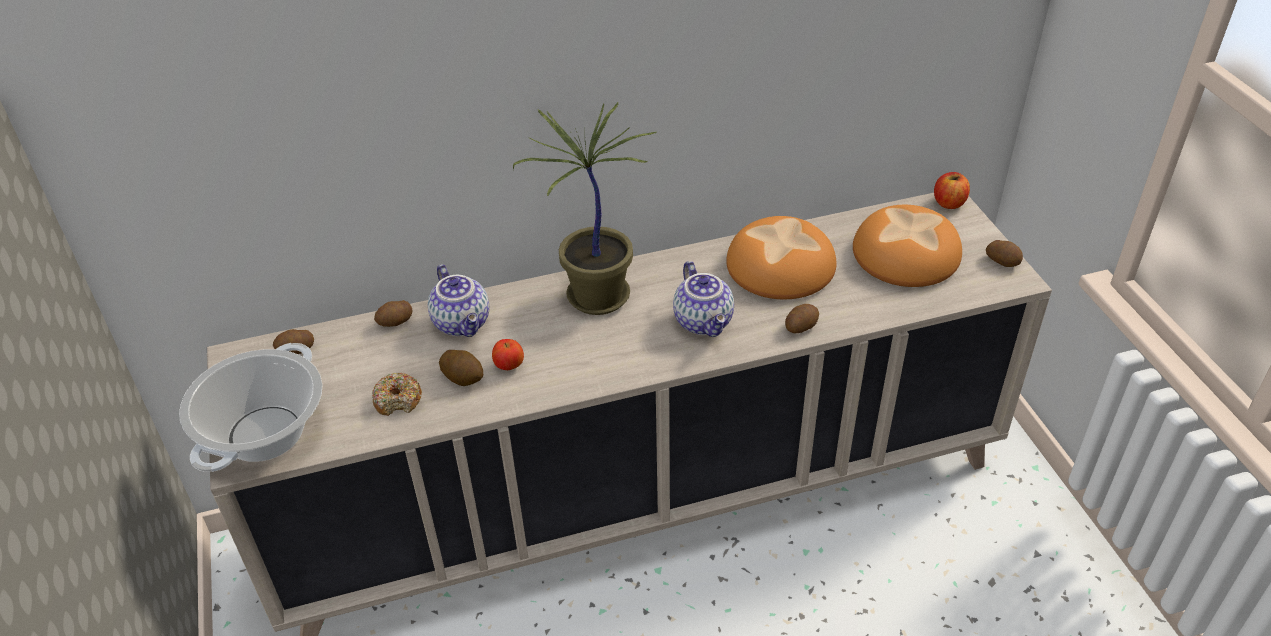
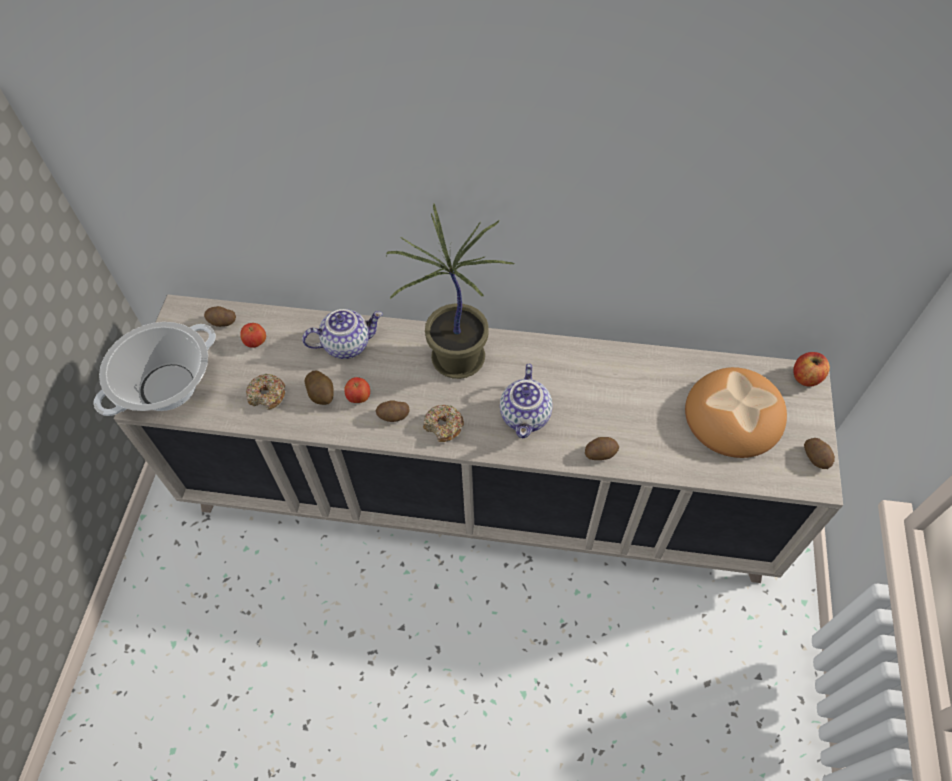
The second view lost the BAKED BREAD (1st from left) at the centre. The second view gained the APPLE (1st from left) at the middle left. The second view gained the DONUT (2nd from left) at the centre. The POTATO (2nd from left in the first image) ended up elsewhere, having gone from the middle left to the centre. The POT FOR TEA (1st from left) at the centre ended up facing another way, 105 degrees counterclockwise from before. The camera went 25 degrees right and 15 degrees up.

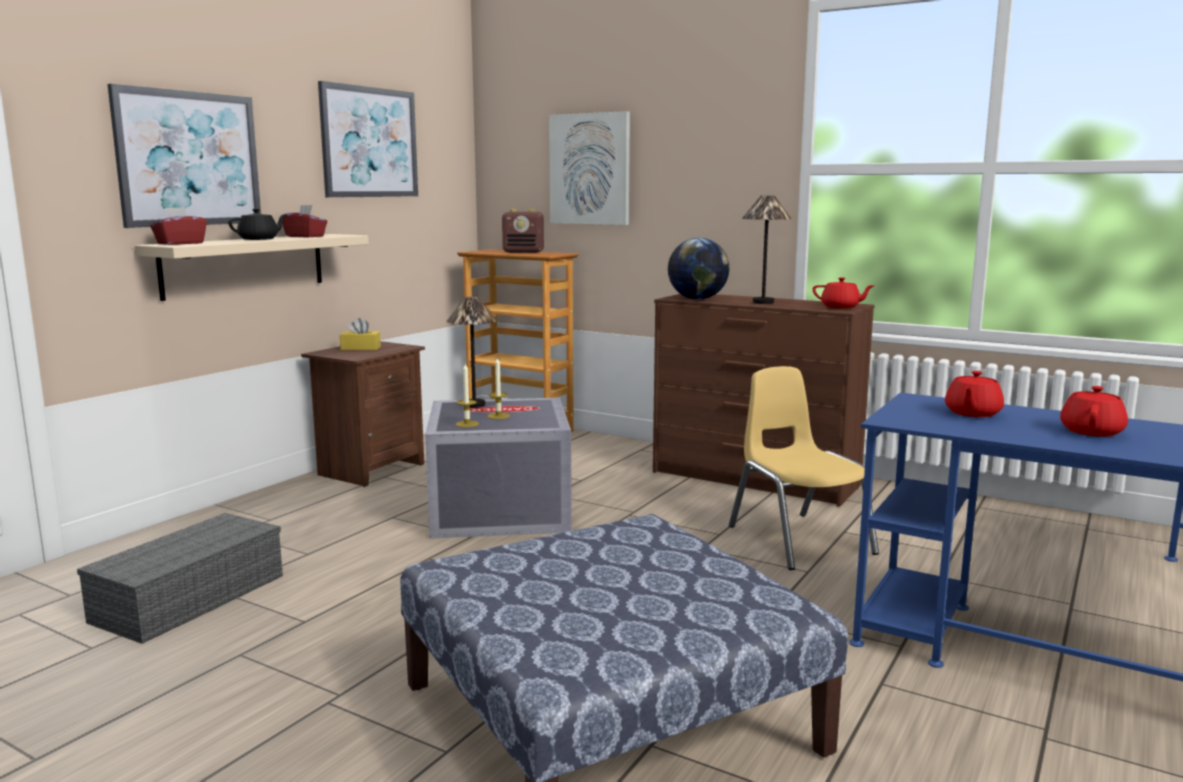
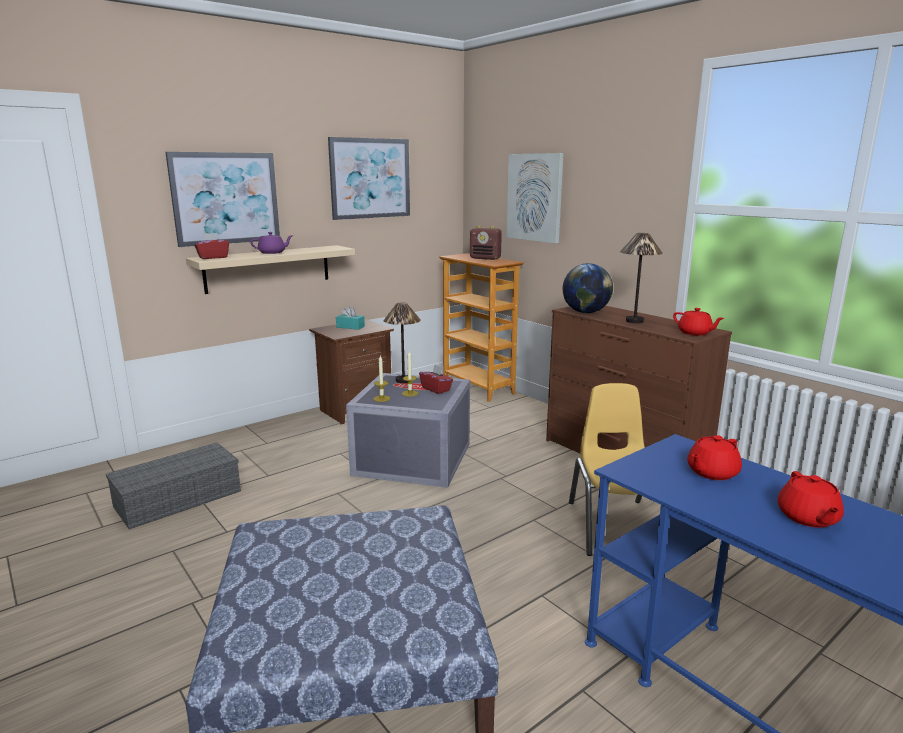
The RED-COLOURED TISSUE HOLDER (2nd from left) ended up elsewhere, having gone from the top left to the centre. What was the BLACK POT FOR TEA at the top left turned into the PURPLE-COLOURED POT FOR TEA at the top left. What was the YELLOW TISSUE HOLDER at the middle left turned into the TURQUOISE-COLOURED TISSUE HOLDER at the centre. The RED-COLOURED POT FOR TEA (3rd from left) at the middle right ended up facing another way, 135 degrees clockwise from before. The camera went 20 degrees right and 5 degrees up.

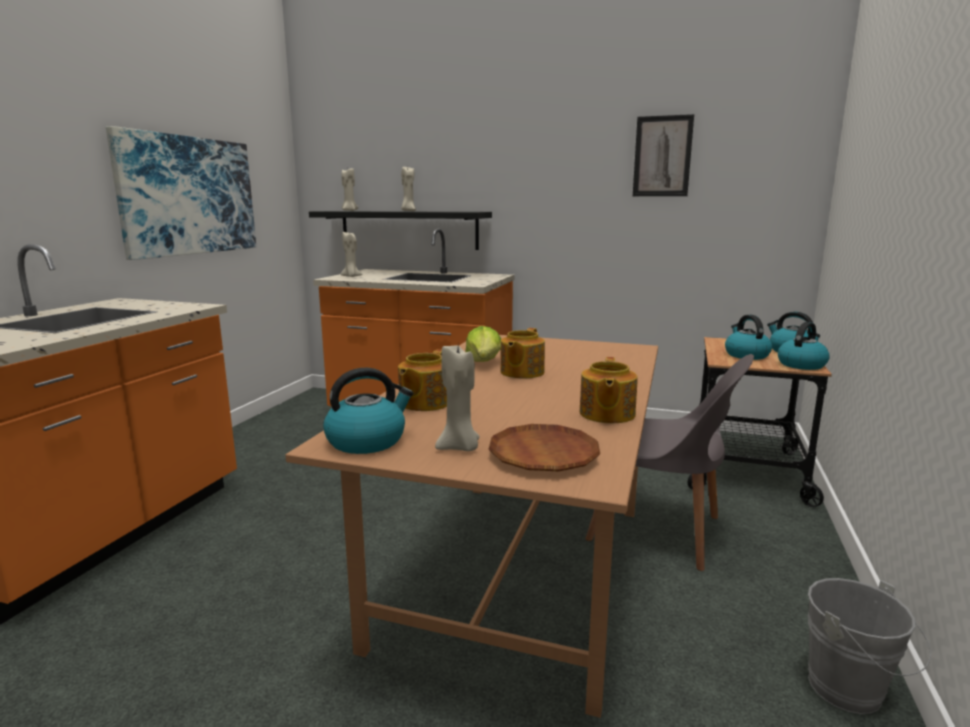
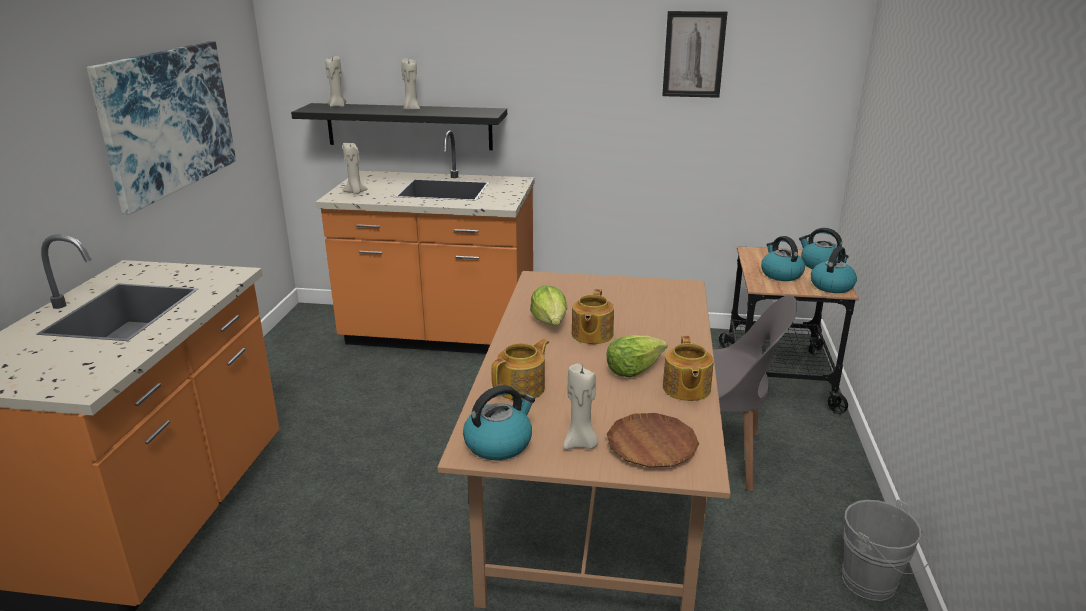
The second view gained the LETTUCE HEAD (2nd from left) at the centre. The POT FOR TEA (1st from left) at the centre ended up facing another way, 150 degrees counterclockwise from before. The camera went 10 degrees left and 10 degrees up.

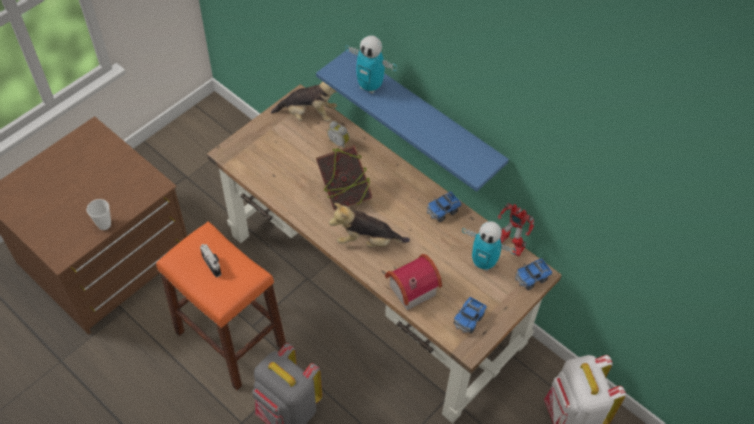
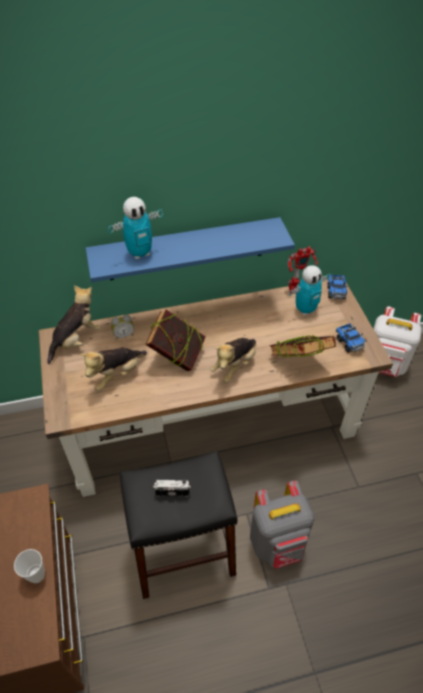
The second view lost the MODEL TRUCK (1st from left) at the centre. The second view gained the SOFT TOY (2nd from left) at the middle left. Where the MODEL HOUSE stood at the centre, the BOOK (2nd from left) came to stand at the middle right. What was the ORANGE-COLOURED STOOL SEAT at the bottom left turned into the BLACK STOOL SEAT at the bottom centre. The camera went 55 degrees left and 5 degrees down.

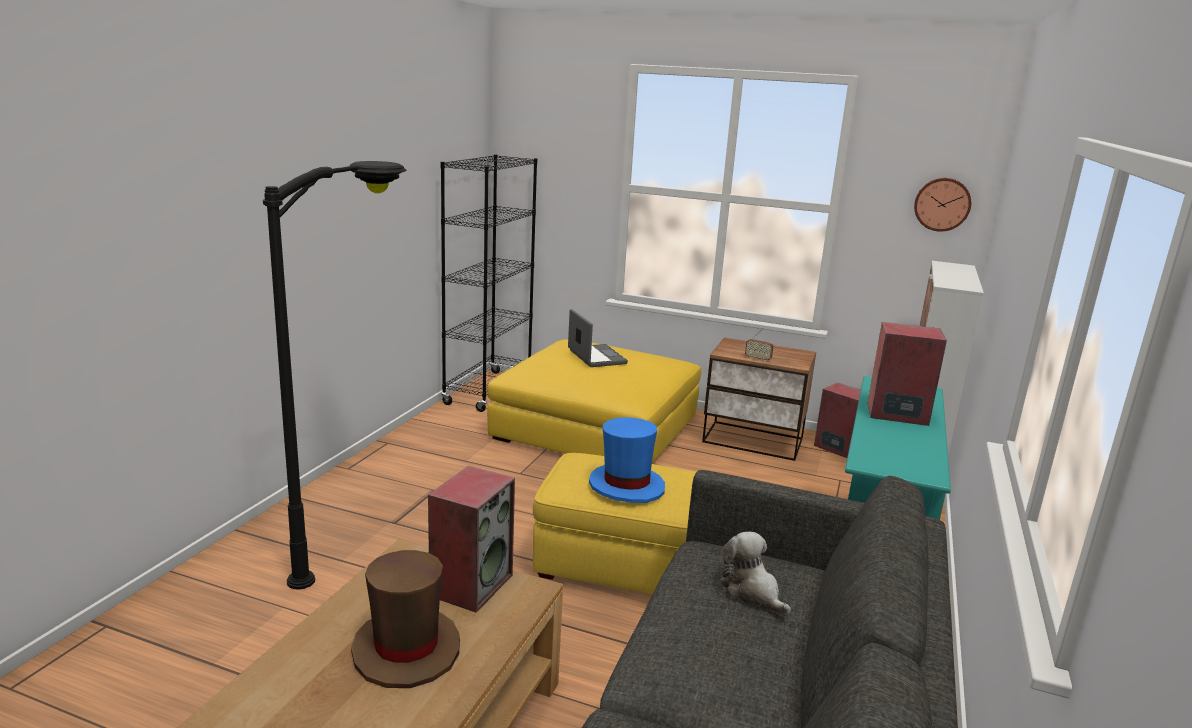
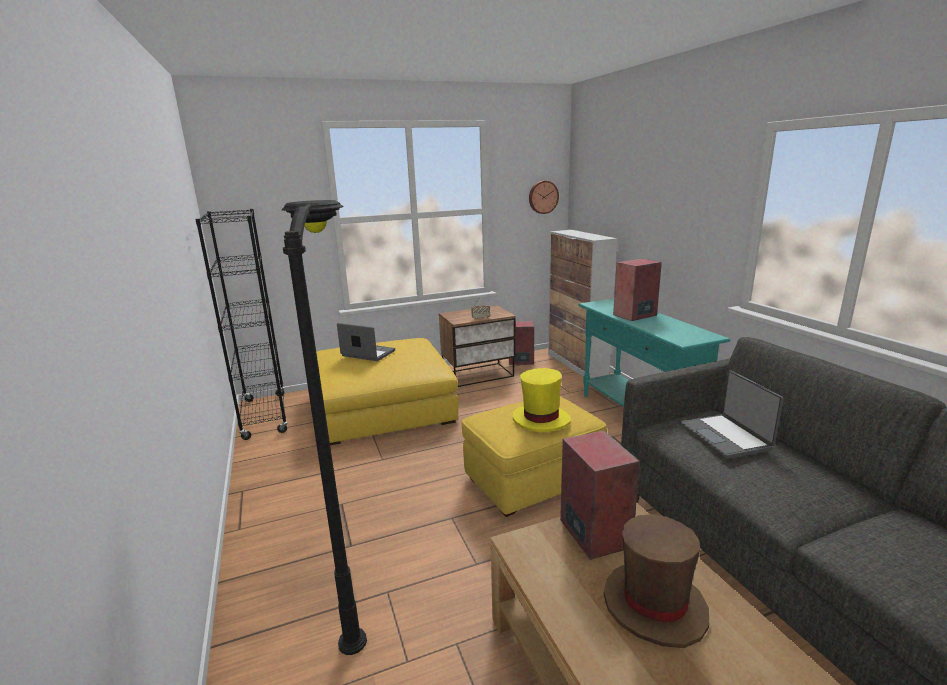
Where the SOFT TOY stood at the bottom centre, the NOTEBOOK COMPUTER (2nd from left) came to stand at the middle right. What was the BLUE-COLOURED WEARABLE HAT at the centre turned into the YELLOW WEARABLE HAT at the centre. The camera went 40 degrees left and 0 degrees up.

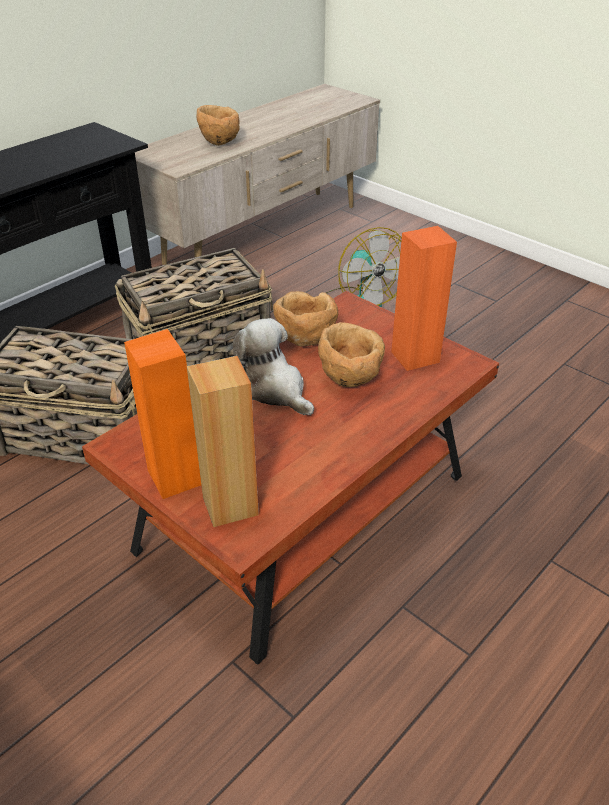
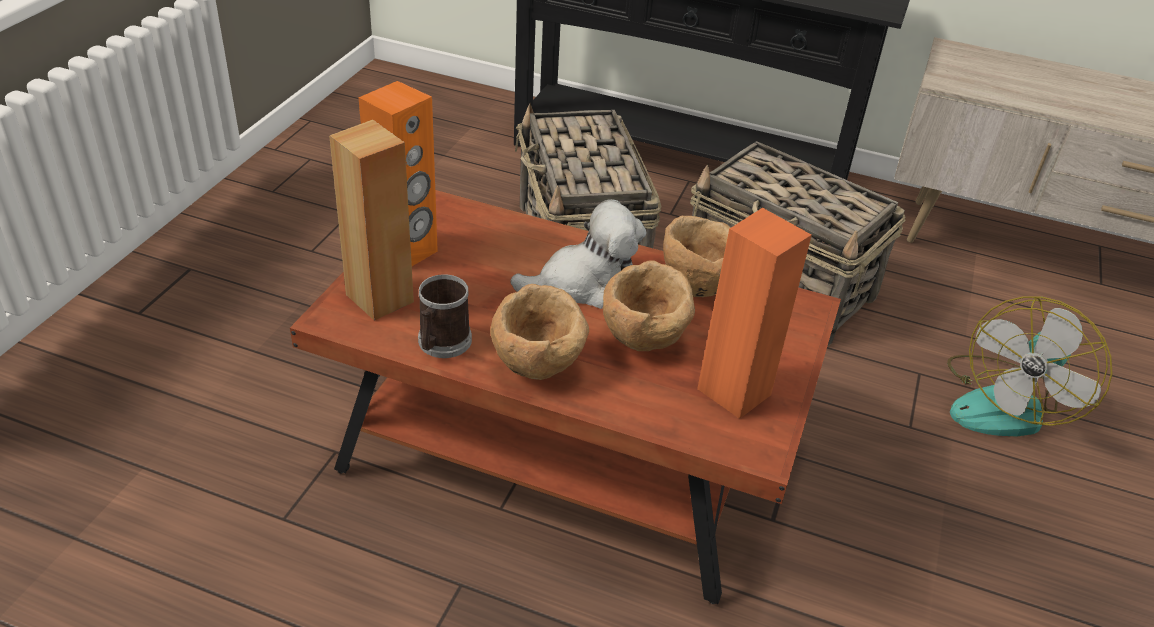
The second view gained the MUG at the centre. The BROWN-COLOURED SERVING BOWL (1st from left) ended up elsewhere, having gone from the top centre to the centre. The SOFT TOY at the centre ended up facing another way, 45 degrees clockwise from before. The camera went 65 degrees right and 0 degrees up.

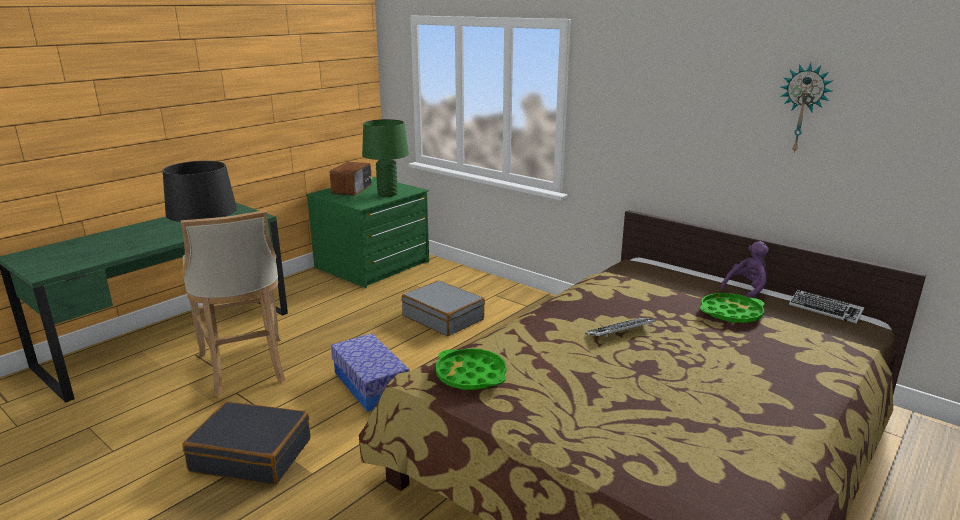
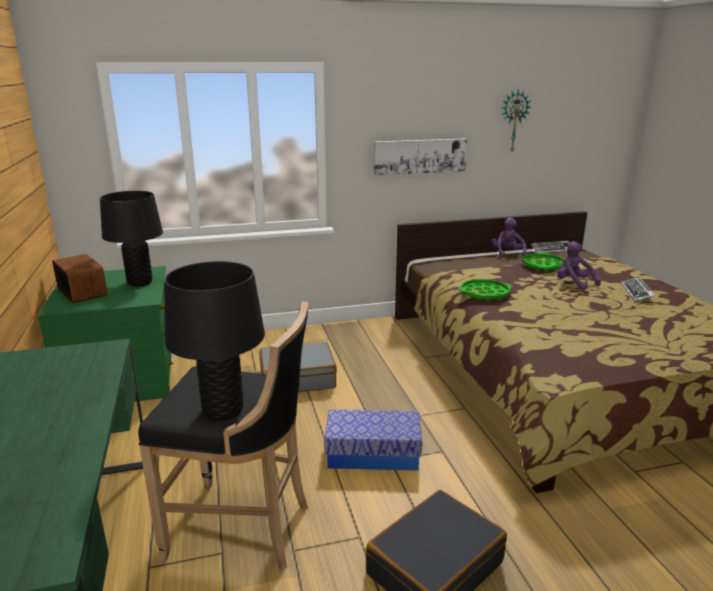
The second view gained the PICTURE at the top centre. The second view gained the PURPLE-COLOURED SOFT TOY (2nd from left) at the middle right. The GREEN TRAY (1st from left) ended up elsewhere, having gone from the bottom centre to the middle right. The PC KEYBOARD (1st from left in the first image) ended up elsewhere, having gone from the centre to the middle right. What was the SAND-COLOURED STOOL SEAT at the middle left turned into the BLACK STOOL SEAT at the bottom left. What was the GREEN LAMP FOR A TABLE at the top centre turned into the BLACK LAMP FOR A TABLE (1st from left) at the middle left. The camera went 55 degrees left and 0 degrees up.

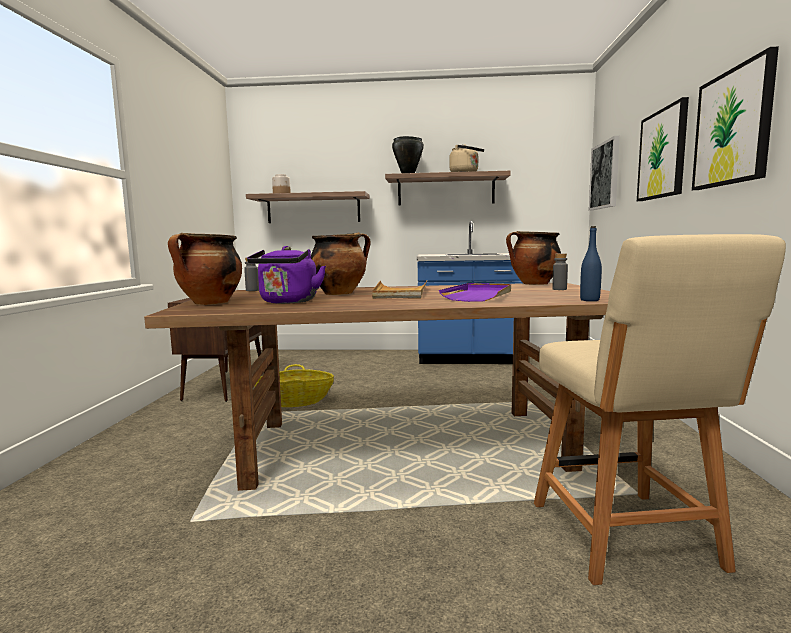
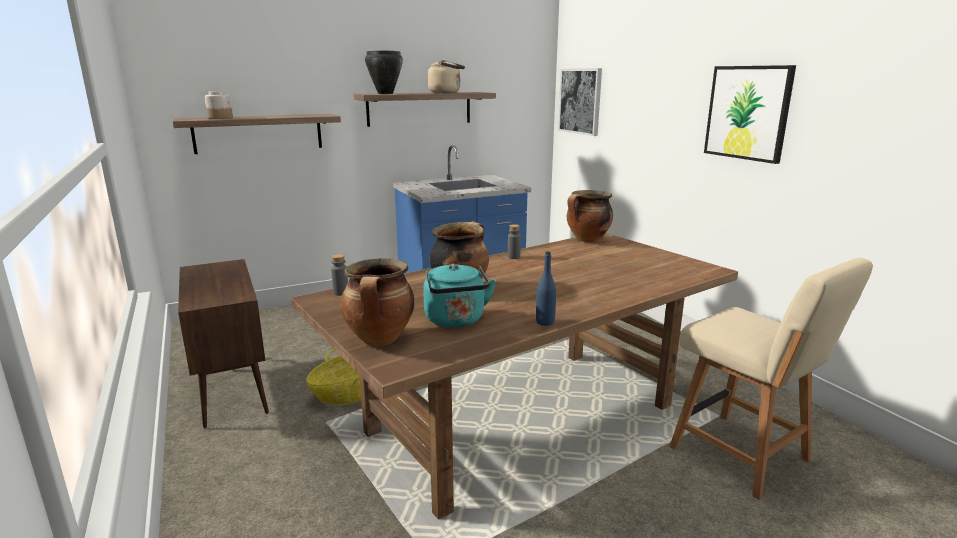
The second view lost the SAND-COLOURED TRAY at the centre. The second view lost the PURPLE-COLOURED TRAY at the centre. The second view lost the PICTURE (2nd from left) at the top right. The GREY DRINK BOTTLE (2nd from left) ended up elsewhere, having gone from the middle right to the centre. The BLUE-COLOURED DRINK BOTTLE ended up elsewhere, having gone from the middle right to the centre. What was the PURPLE-COLOURED WATER KETTLE at the centre turned into the TURQUOISE-COLOURED WATER KETTLE at the centre. The camera went 30 degrees left and 10 degrees up.

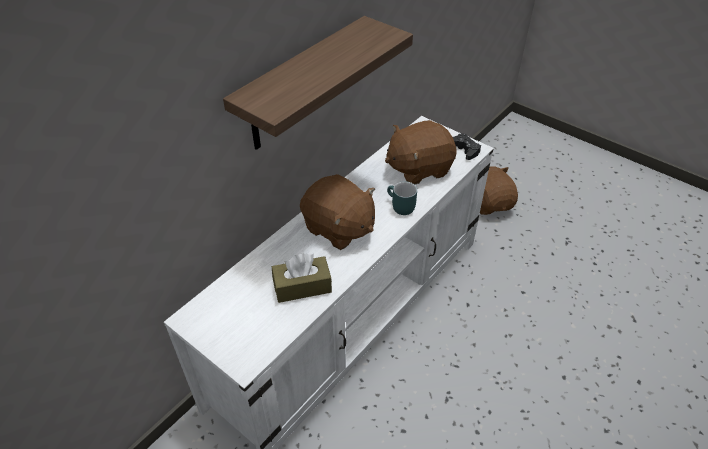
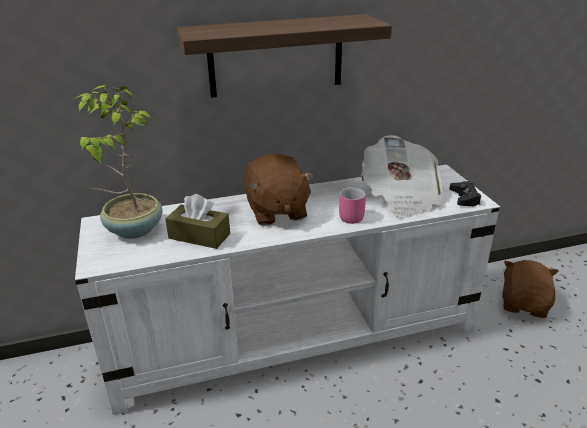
The second view gained the POTTED PLANT at the middle left. Where the BROWN-COLOURED SOFT TOY (2nd from left) stood at the centre, the PRINTED PAPER came to stand at the middle right. What was the TURQUOISE-COLOURED MUG at the centre turned into the PINK MUG at the centre. The camera went 35 degrees right and 15 degrees down.

